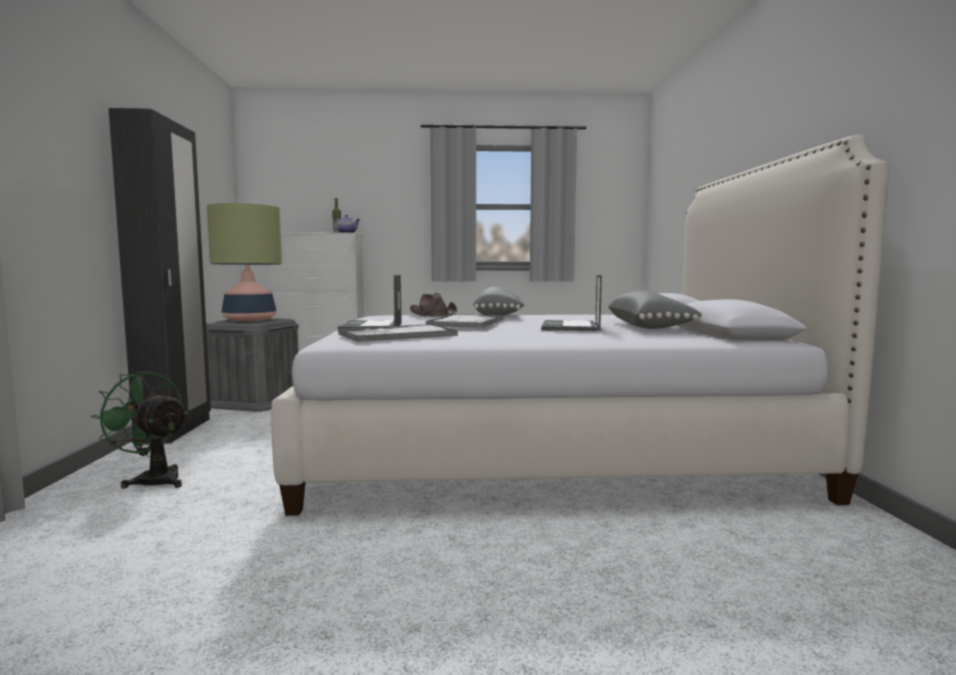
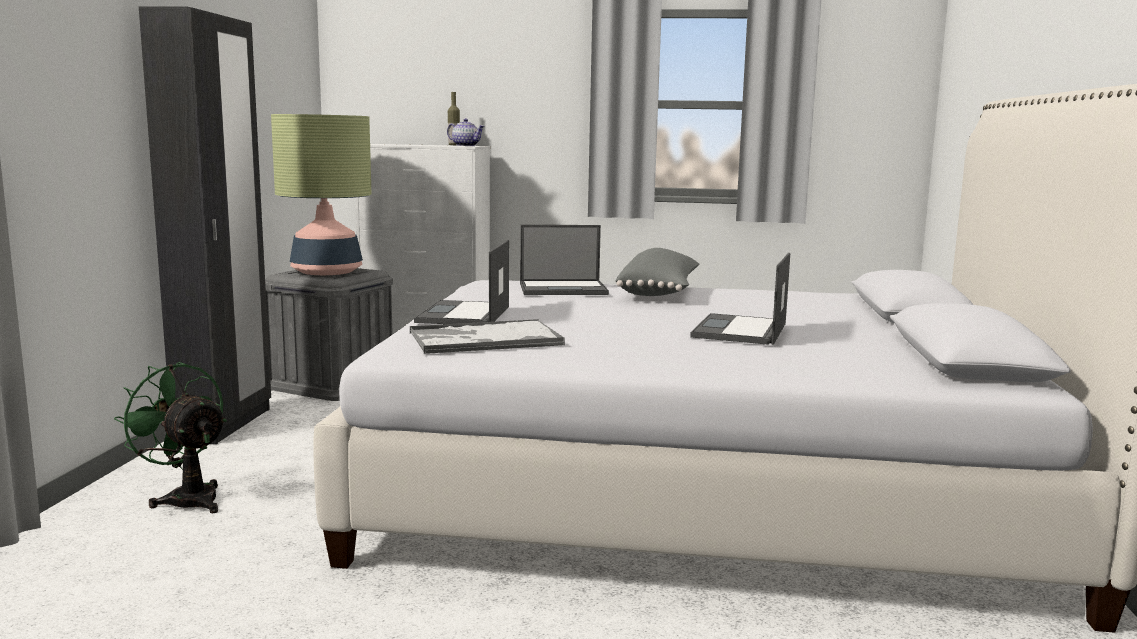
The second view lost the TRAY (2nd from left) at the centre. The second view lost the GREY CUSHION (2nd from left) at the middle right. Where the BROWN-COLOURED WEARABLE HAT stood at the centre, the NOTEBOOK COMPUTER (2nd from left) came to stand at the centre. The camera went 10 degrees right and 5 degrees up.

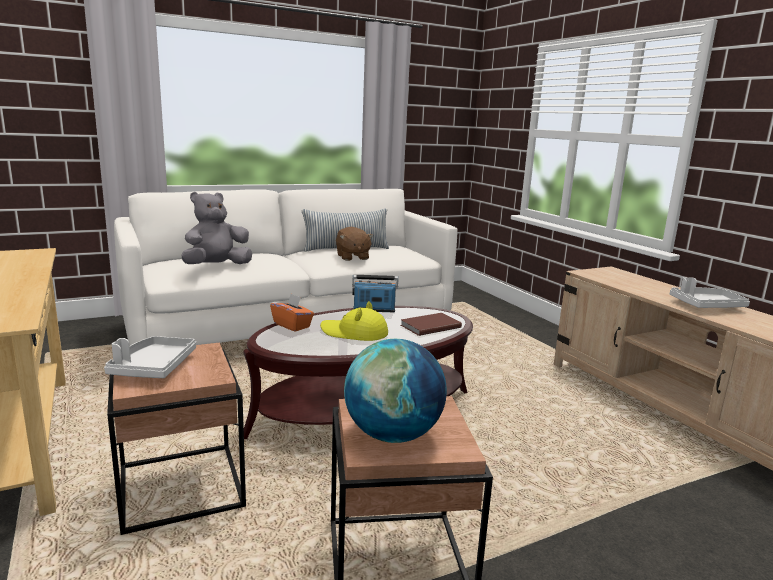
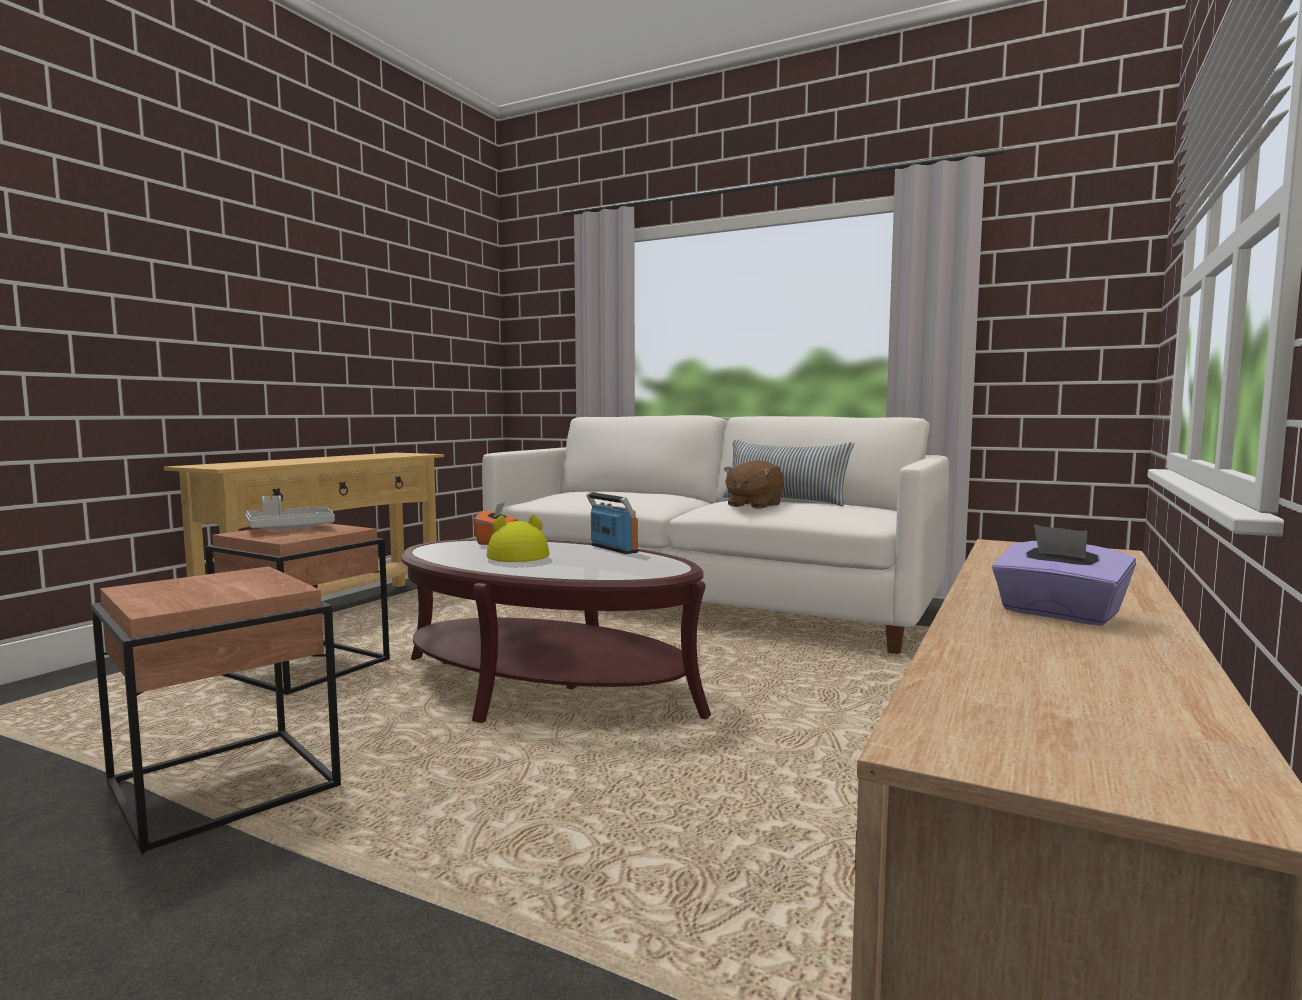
The second view lost the GREY SOFT TOY at the middle left. The second view lost the WORLD GLOBE at the bottom centre. The second view lost the BROWN-COLOURED BOOK at the centre. Where the GREY TRAY (2nd from left) stood at the middle right, the PURPLE-COLOURED TISSUE HOLDER came to stand at the middle right. The camera went 55 degrees right and 10 degrees down.

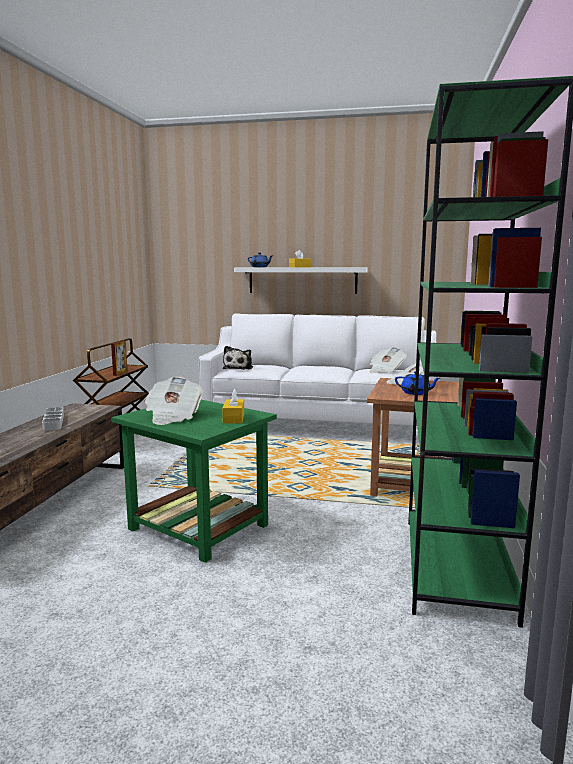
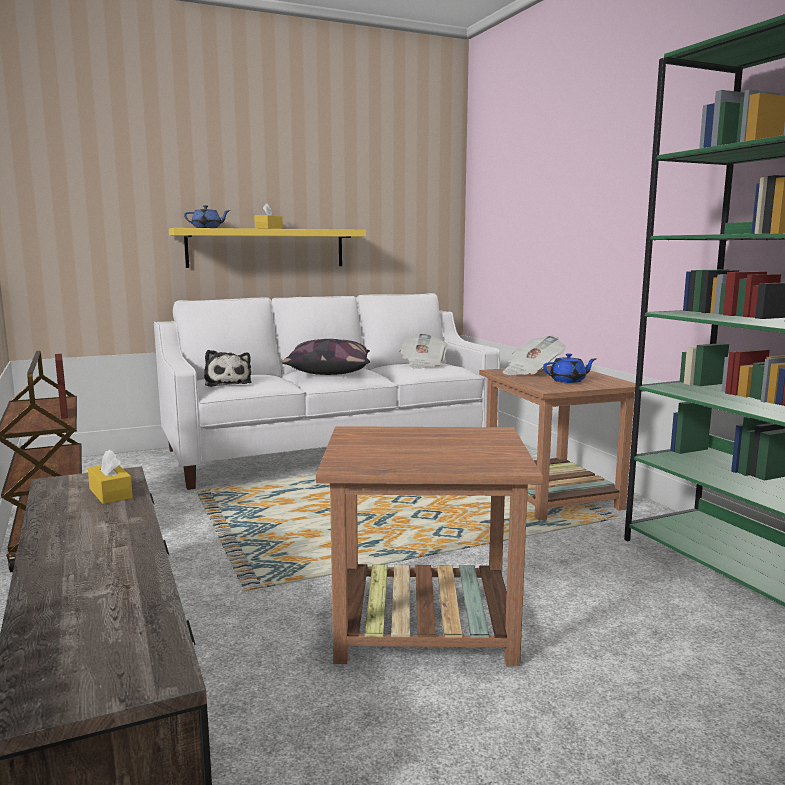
The second view lost the GREY TRAY at the middle left. The second view lost the PRINTED PAPER (1st from left) at the middle left. The second view gained the CUSHION at the centre. The YELLOW TISSUE HOLDER (1st from left) ended up elsewhere, having gone from the centre to the middle left. What was the GREEN END TABLE at the centre turned into the BROWN-COLOURED END TABLE (1st from left) at the bottom centre. What was the WHITISH SHELF at the centre turned into the YELLOW SHELF at the top centre. The camera went 35 degrees left and 0 degrees up.

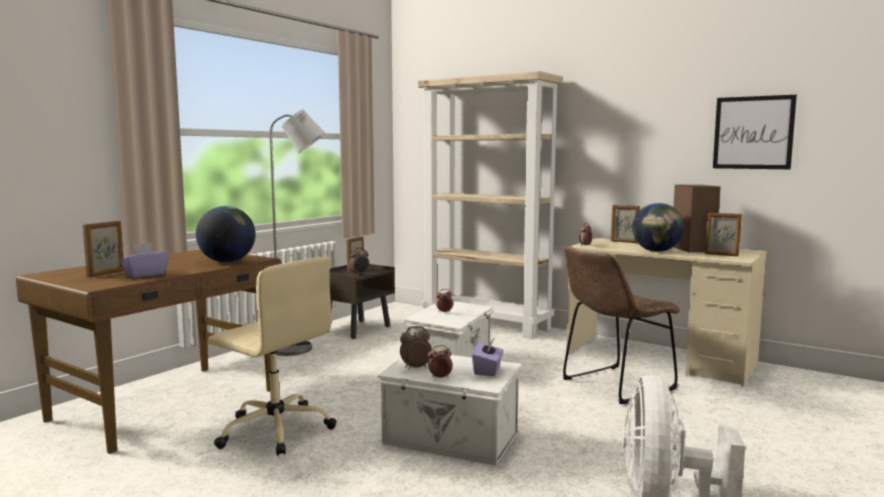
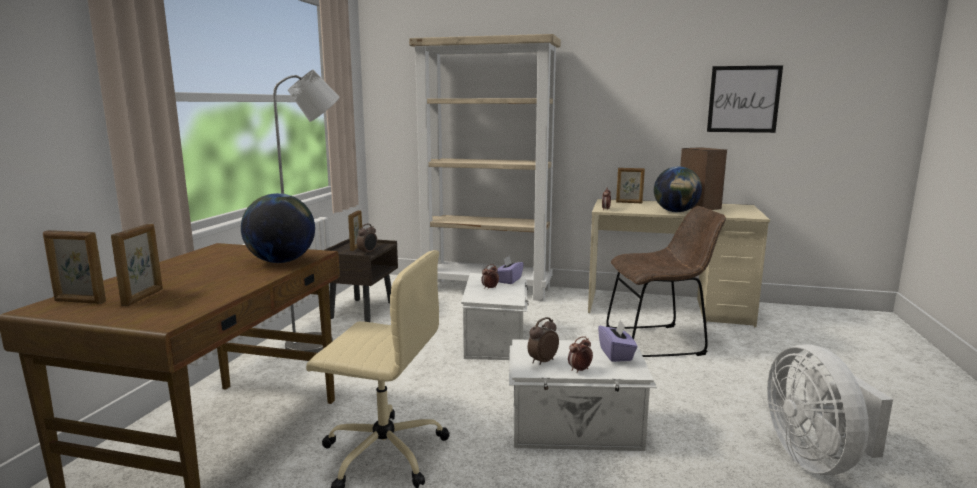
The PURPLE-COLOURED TISSUE HOLDER (1st from left) ended up elsewhere, having gone from the middle left to the centre. The STANDING FRAME (4th from left in the first image) ended up elsewhere, having gone from the middle right to the middle left. The BROWN-COLOURED UPRIGHT CHAIR at the middle right ended up facing another way, 135 degrees counterclockwise from before. The camera went 20 degrees left and 5 degrees up.

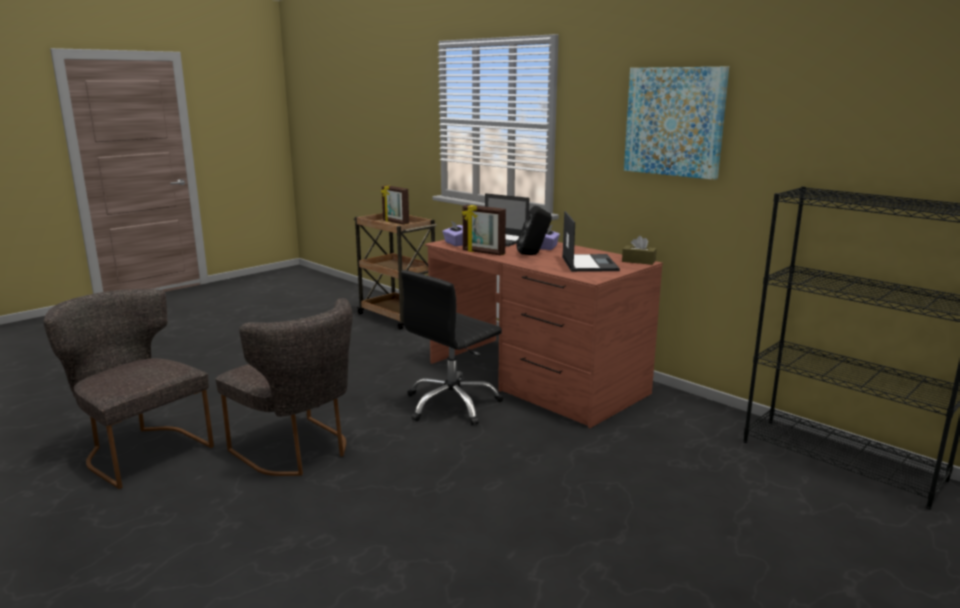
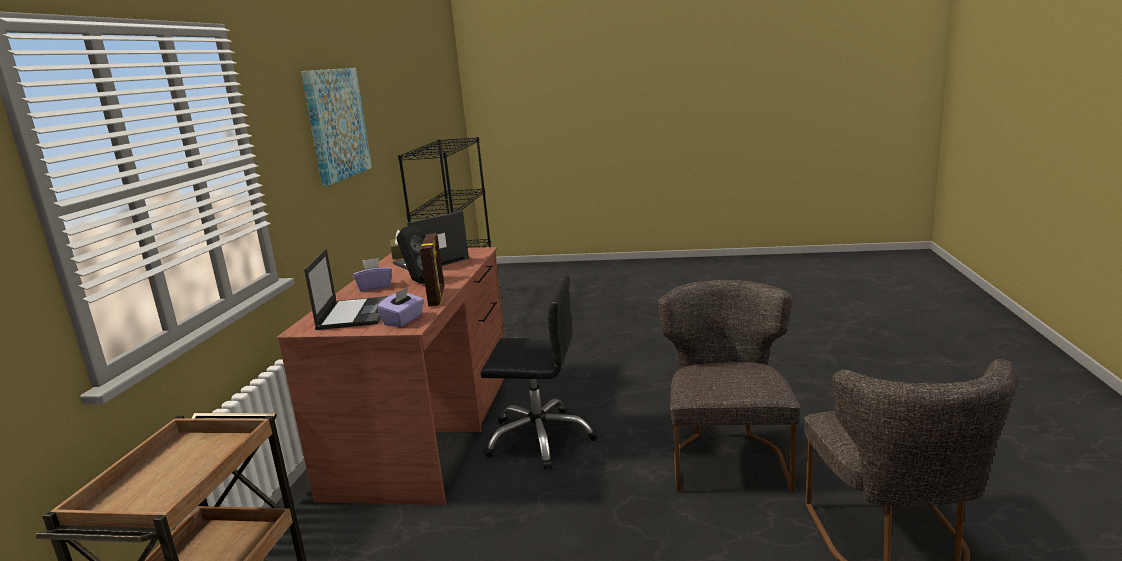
The second view lost the STANDING FRAME (1st from left) at the centre. The camera went 125 degrees left and 0 degrees up.

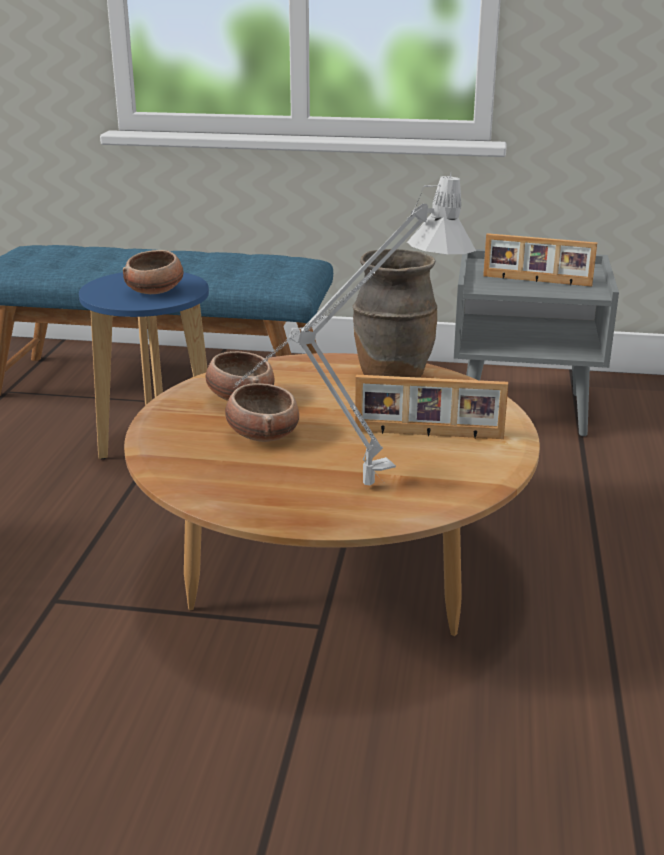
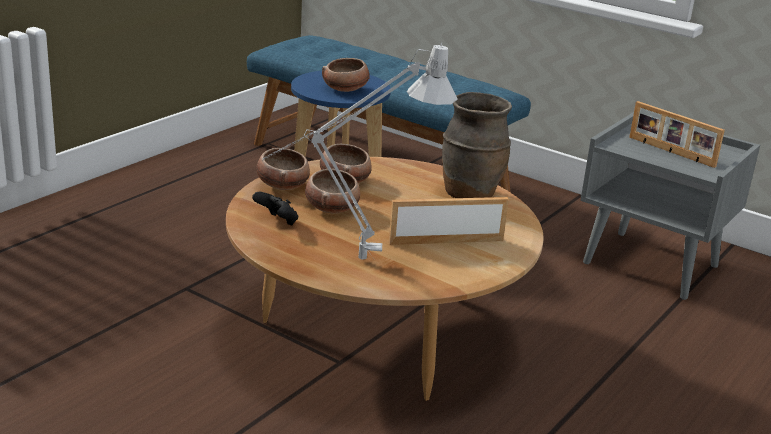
The second view gained the BLACK GAMEPAD at the centre. The second view gained the SERVING BOWL (1st from left) at the centre. The STANDING FRAME (1st from left) at the centre ended up facing another way, 135 degrees clockwise from before. The camera went 25 degrees right and 0 degrees up.

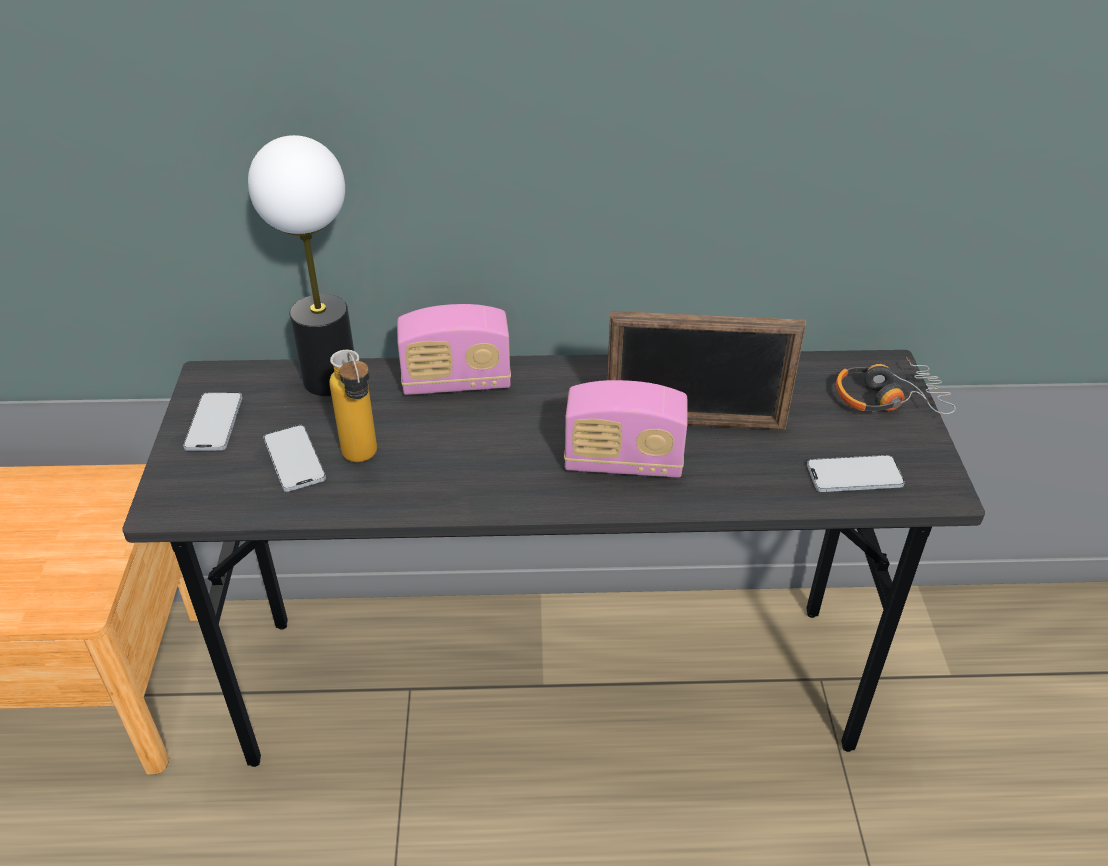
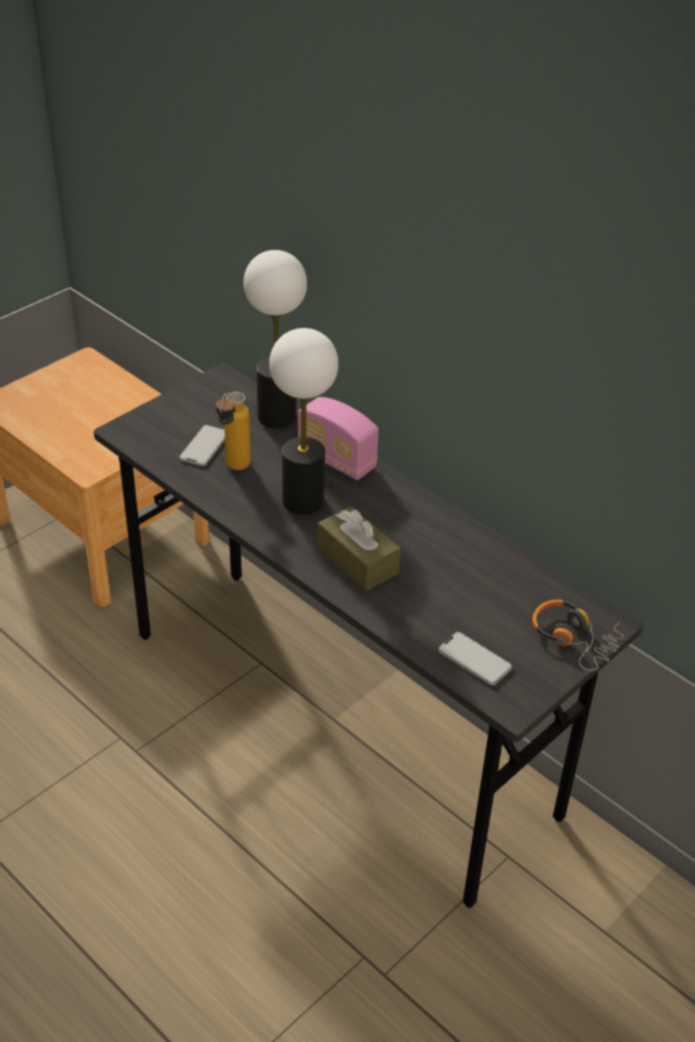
The second view lost the TELEPHONE (1st from left) at the middle left. The second view lost the STANDING FRAME at the centre. The second view gained the LAMP FOR A TABLE (2nd from left) at the centre. Where the RADIO RECEIVER (2nd from left) stood at the centre, the BROWN-COLOURED TISSUE HOLDER came to stand at the centre. The camera went 45 degrees right and 0 degrees up.

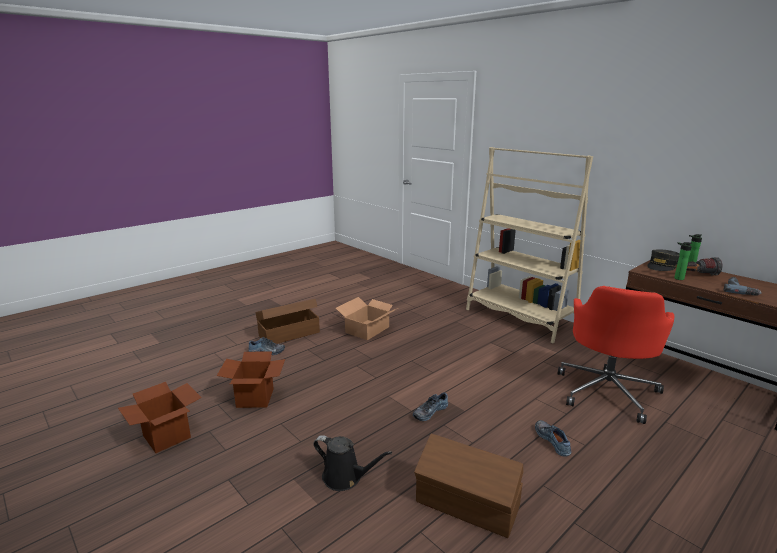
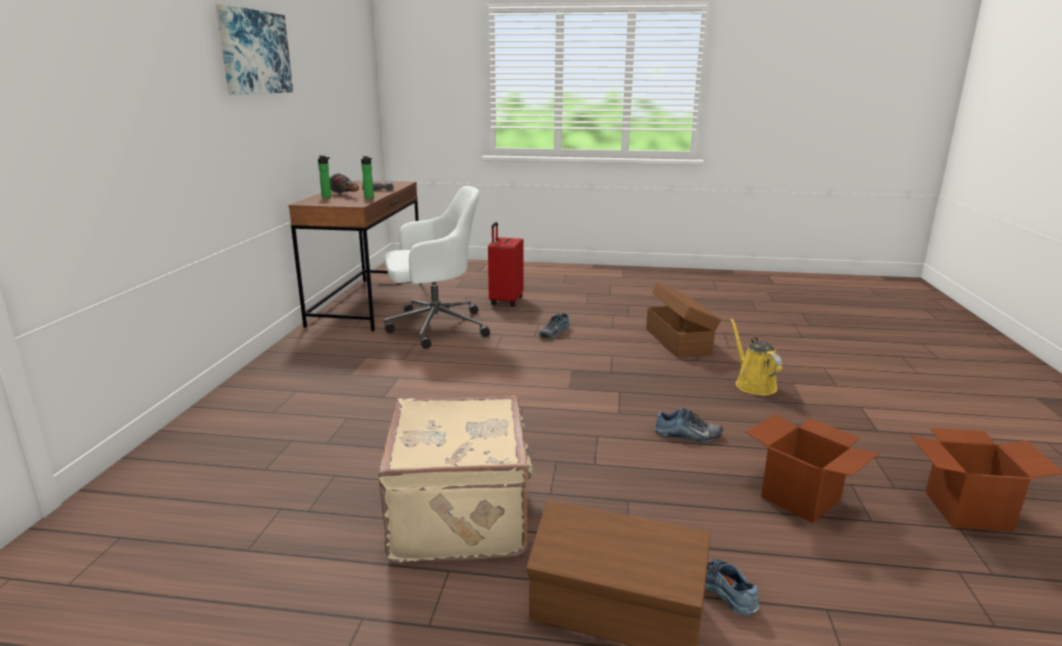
The second view lost the SAND-COLOURED BOOKCASE at the middle right. The second view lost the GREY BASEBALL CAP at the middle right. The second view gained the PICTURE at the top left. The second view gained the RED-COLOURED PIECE OF LUGGAGE at the centre. The SHOE (2nd from left) ended up elsewhere, having gone from the bottom centre to the centre. Where the CARDBOARD BOX (3rd from left) stood at the centre, the SAND-COLOURED PIECE OF LUGGAGE came to stand at the bottom centre. What was the BLACK SPRINKLING CAN at the bottom centre turned into the YELLOW SPRINKLING CAN at the middle right. What was the RED-COLOURED OFFICE CHAIR at the middle right turned into the WHITISH OFFICE CHAIR at the centre. The camera went 130 degrees left and 0 degrees up.

